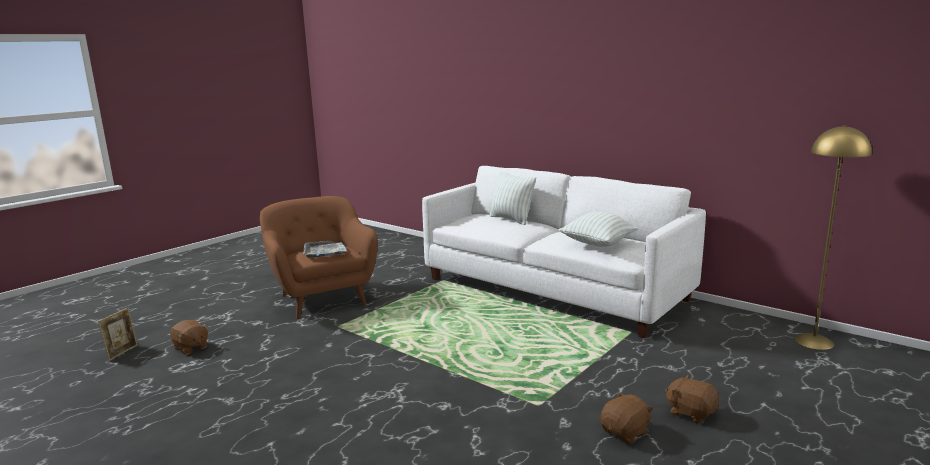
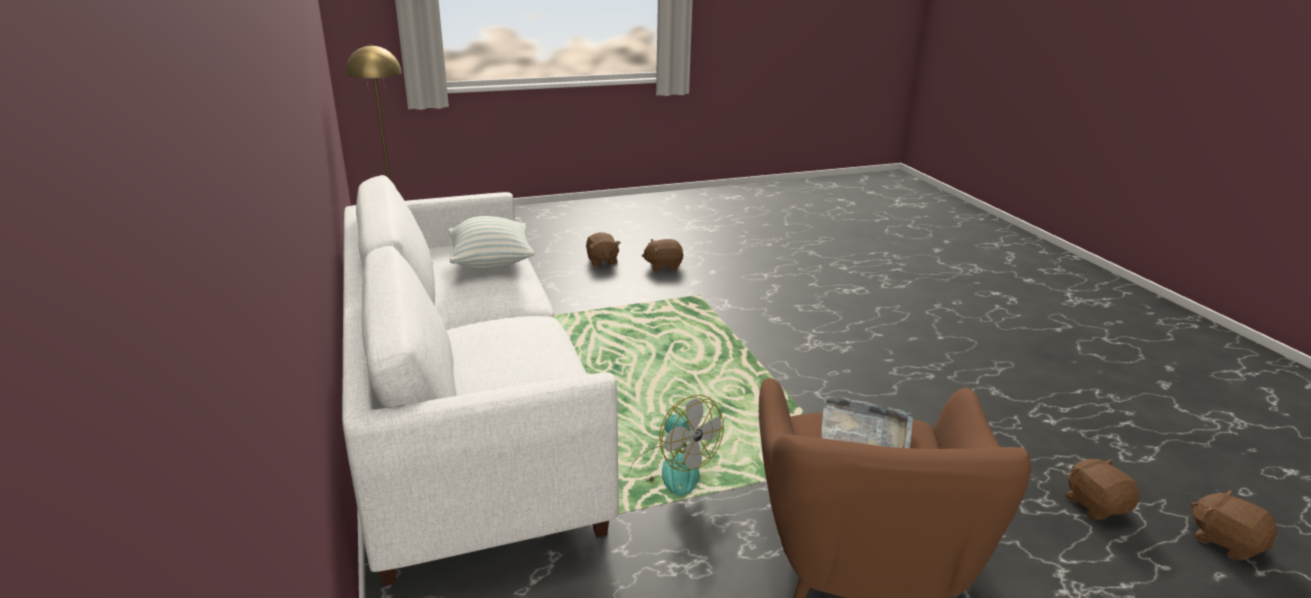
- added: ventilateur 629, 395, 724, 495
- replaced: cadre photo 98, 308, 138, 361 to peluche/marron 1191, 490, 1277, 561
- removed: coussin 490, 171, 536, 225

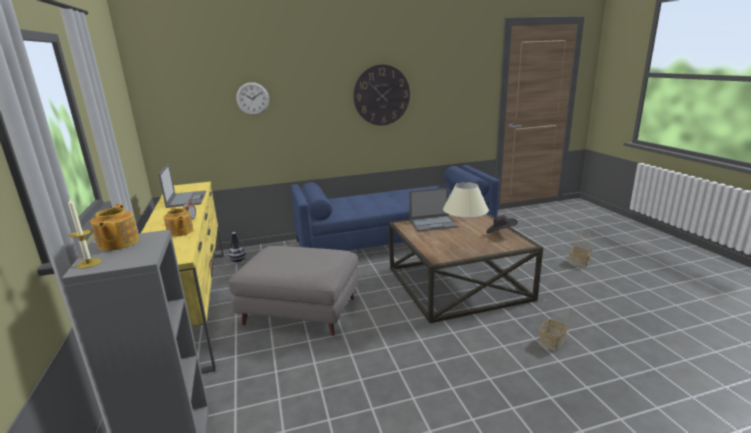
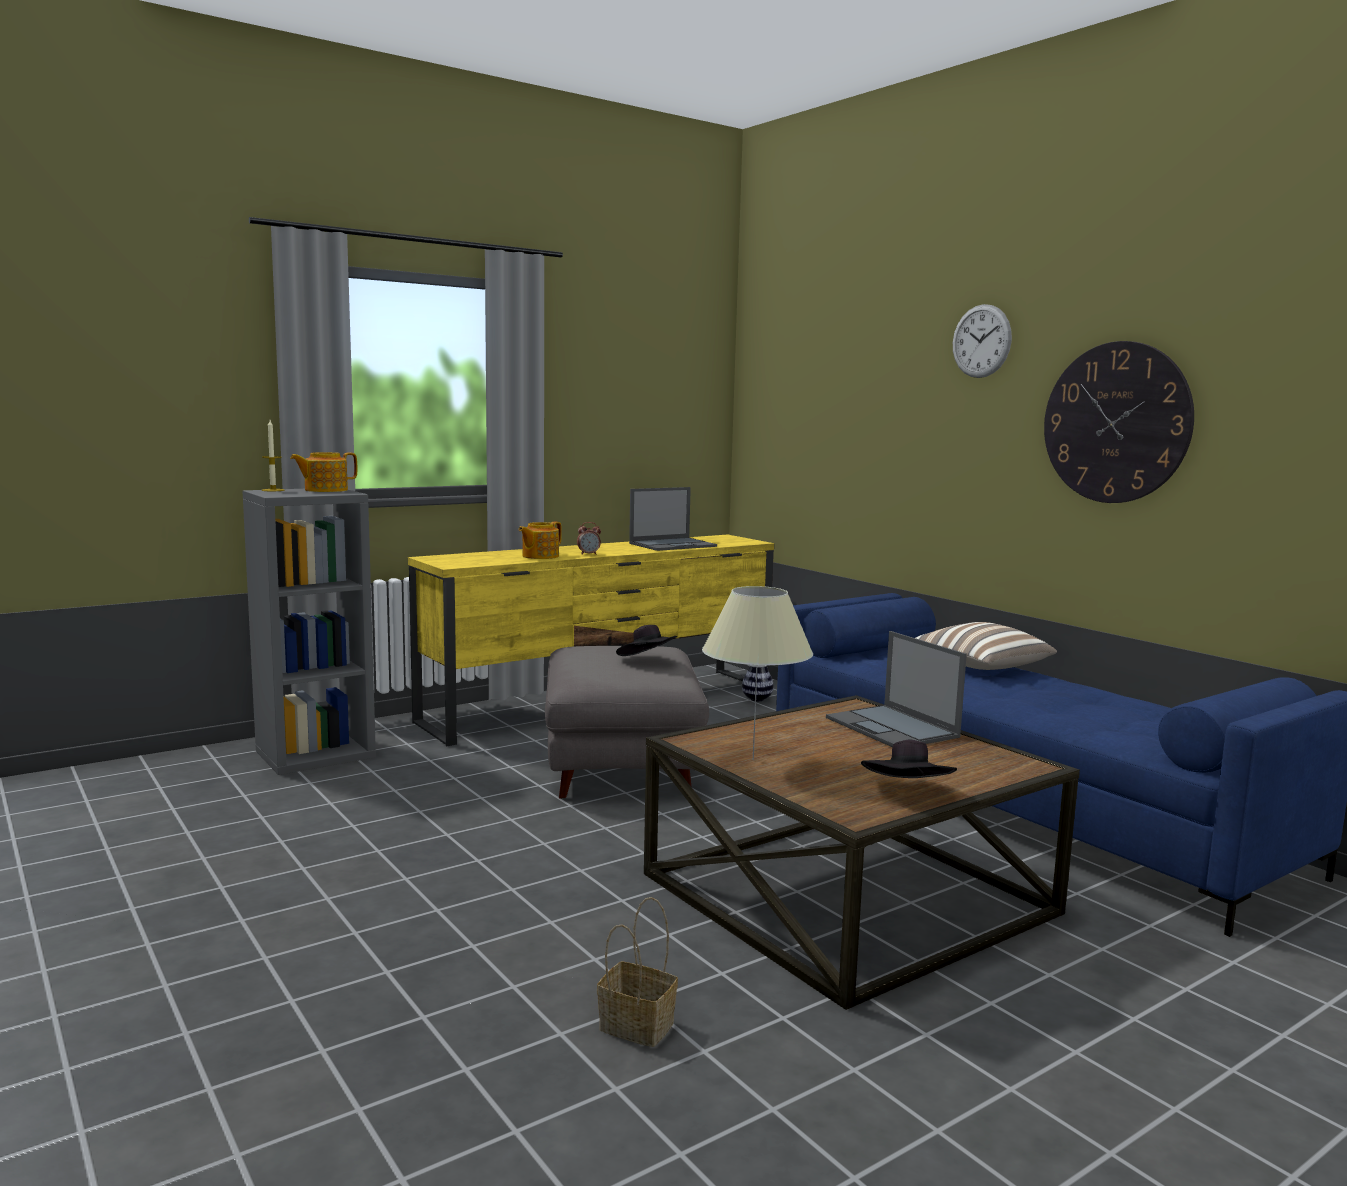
- added: chapeau/noir 616, 625, 677, 656
- added: coussin 915, 622, 1057, 670
- moved: horloge murale 236, 82, 269, 115 to 953, 304, 1012, 378
- removed: panier 569, 229, 592, 267

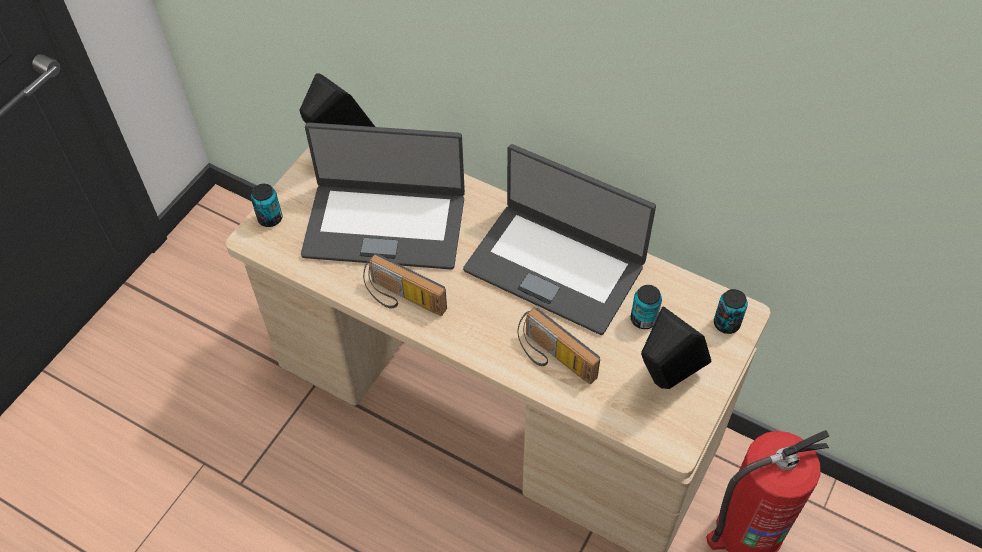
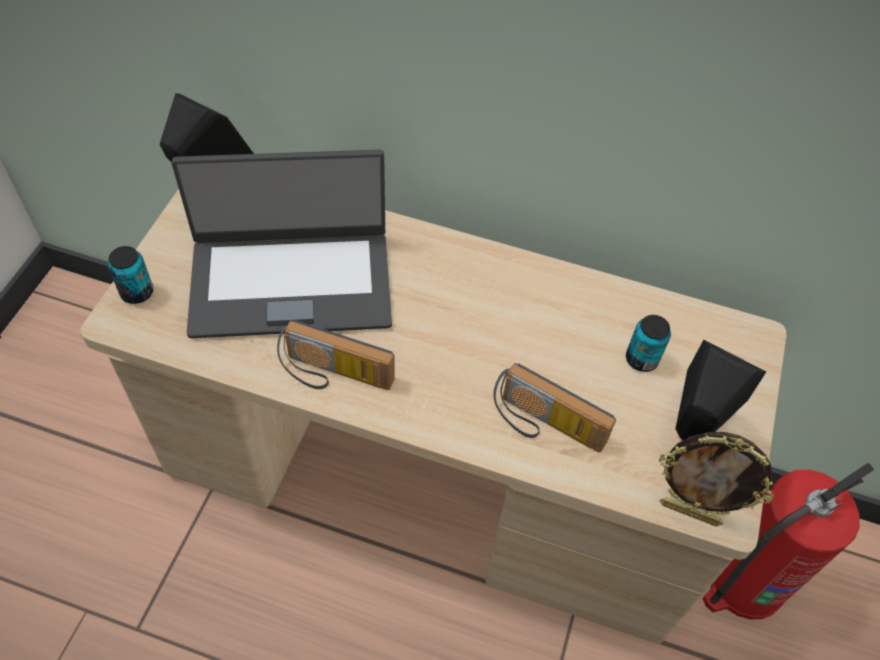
- added: cadre photo 658, 432, 774, 526
- removed: ordinateur portable 463, 144, 656, 335
- removed: boîte métallique 714, 289, 748, 334

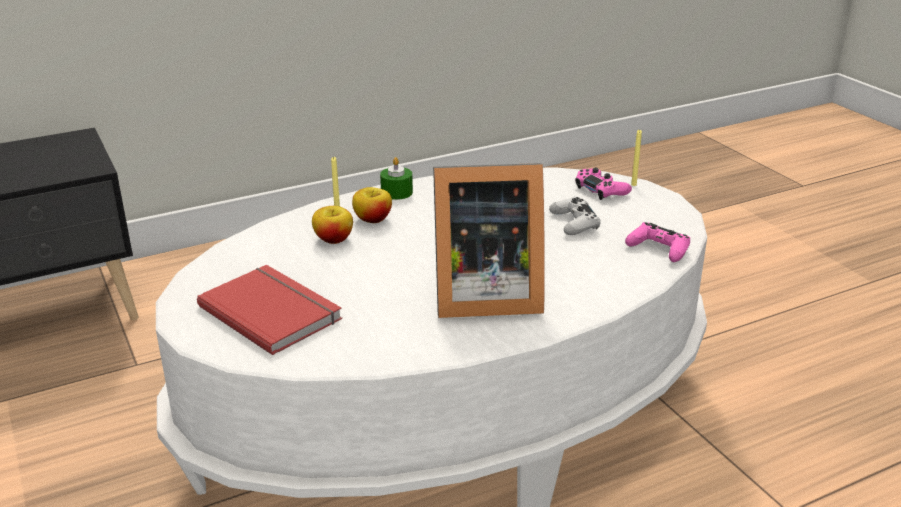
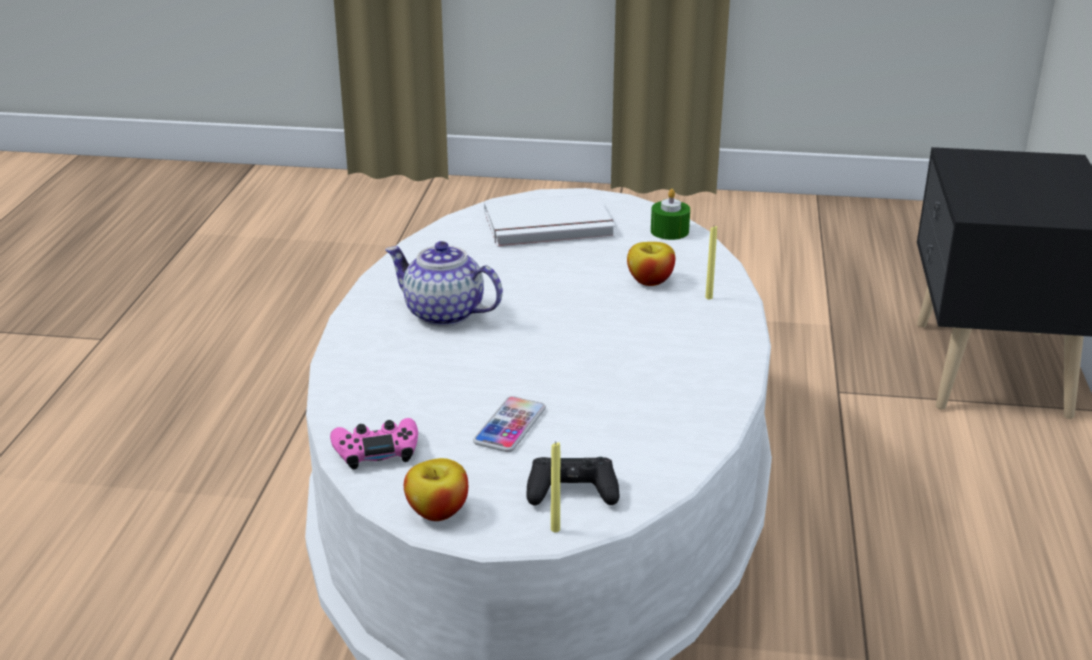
- replaced: cadre photo 433, 163, 545, 318 to théière 385, 241, 503, 327
- moved: pomme 352, 187, 392, 223 to 404, 458, 468, 521
- replaced: manette/blanc 549, 197, 601, 235 to téléphone 473, 396, 546, 452
- recoloured: livre/rouge 197, 265, 342, 355 to livre/blanc 484, 193, 615, 247
- recoloured: manette/rose 575, 167, 632, 200 to manette/noir 526, 457, 619, 505
- moved: bougie/vert 380, 157, 413, 200 to 651, 189, 690, 240

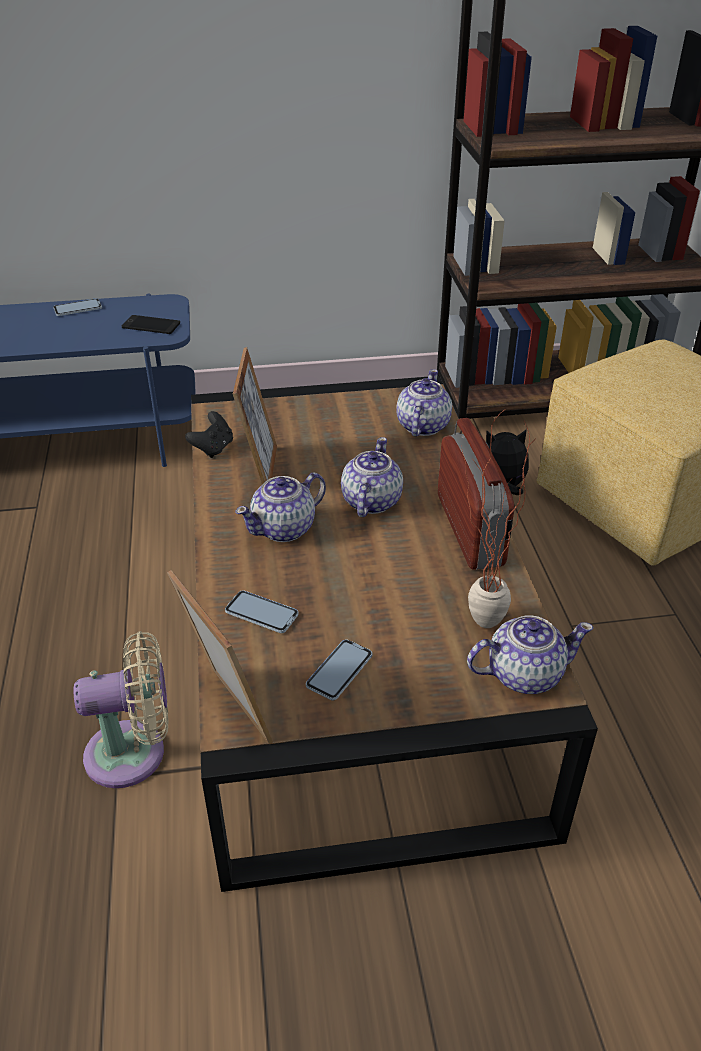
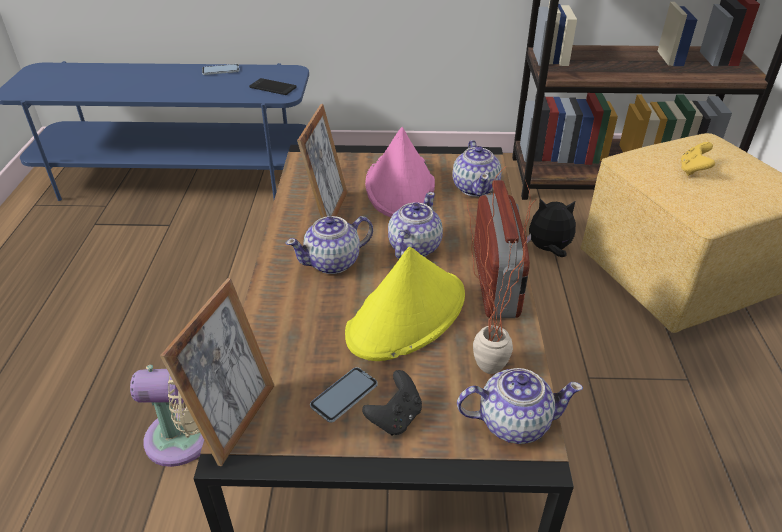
- turned: cadre photo 167, 570, 273, 745 = 160, 278, 275, 466 45 degrees clockwise
- added: chapeau/jaune 345, 247, 465, 361
- moved: manette/noir 185, 411, 233, 458 to 362, 370, 422, 436
- added: chapeau/rose 365, 127, 435, 217
- turned: théière 396, 369, 452, 437 = 452, 140, 501, 197 150 degrees clockwise
- added: manette/jaune 681, 142, 715, 176
- removed: téléphone 225, 590, 299, 633

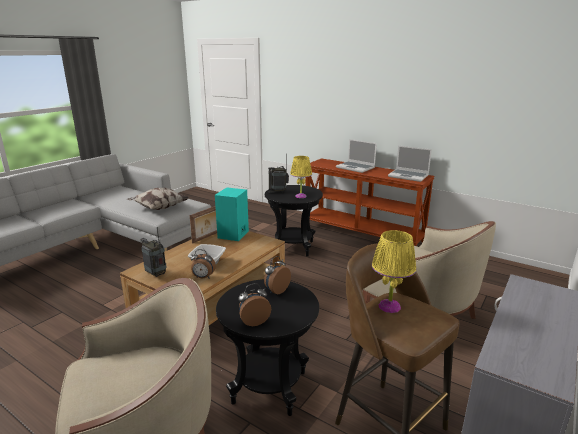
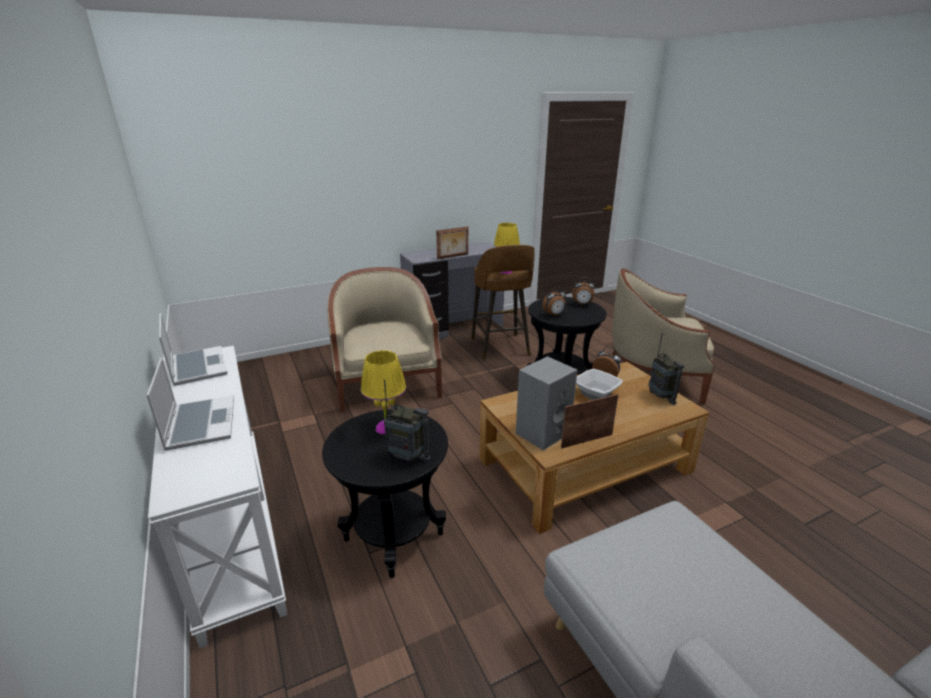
- recoloured: table console/marron 305, 158, 435, 246 to table console/blanc 148, 346, 287, 648
- added: cadre photo 436, 226, 468, 259
- recoloured: enceinte/turquoise 215, 187, 249, 241 to enceinte/gris 516, 356, 578, 451
- removed: coussin 127, 188, 189, 210

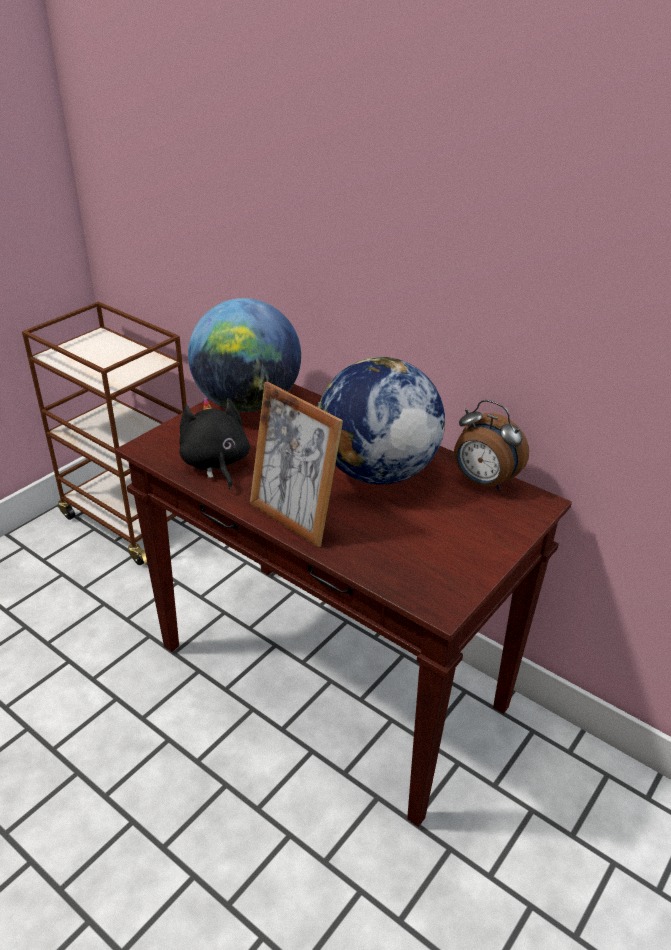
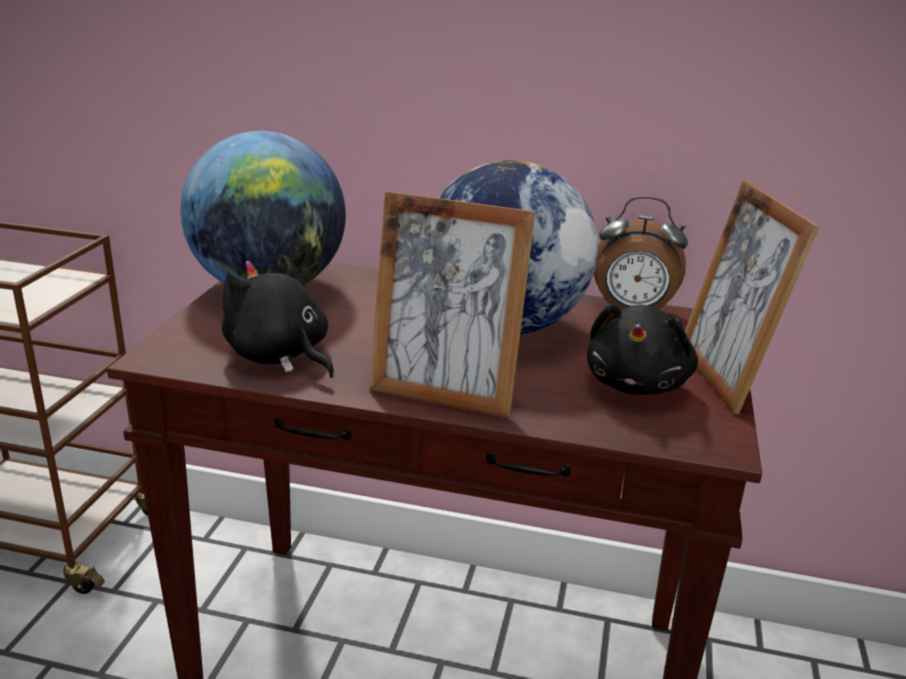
- added: peluche/noir 587, 304, 698, 395
- added: cadre photo 685, 180, 820, 414

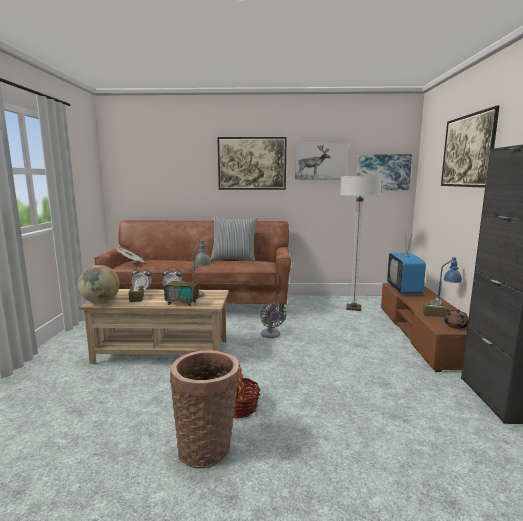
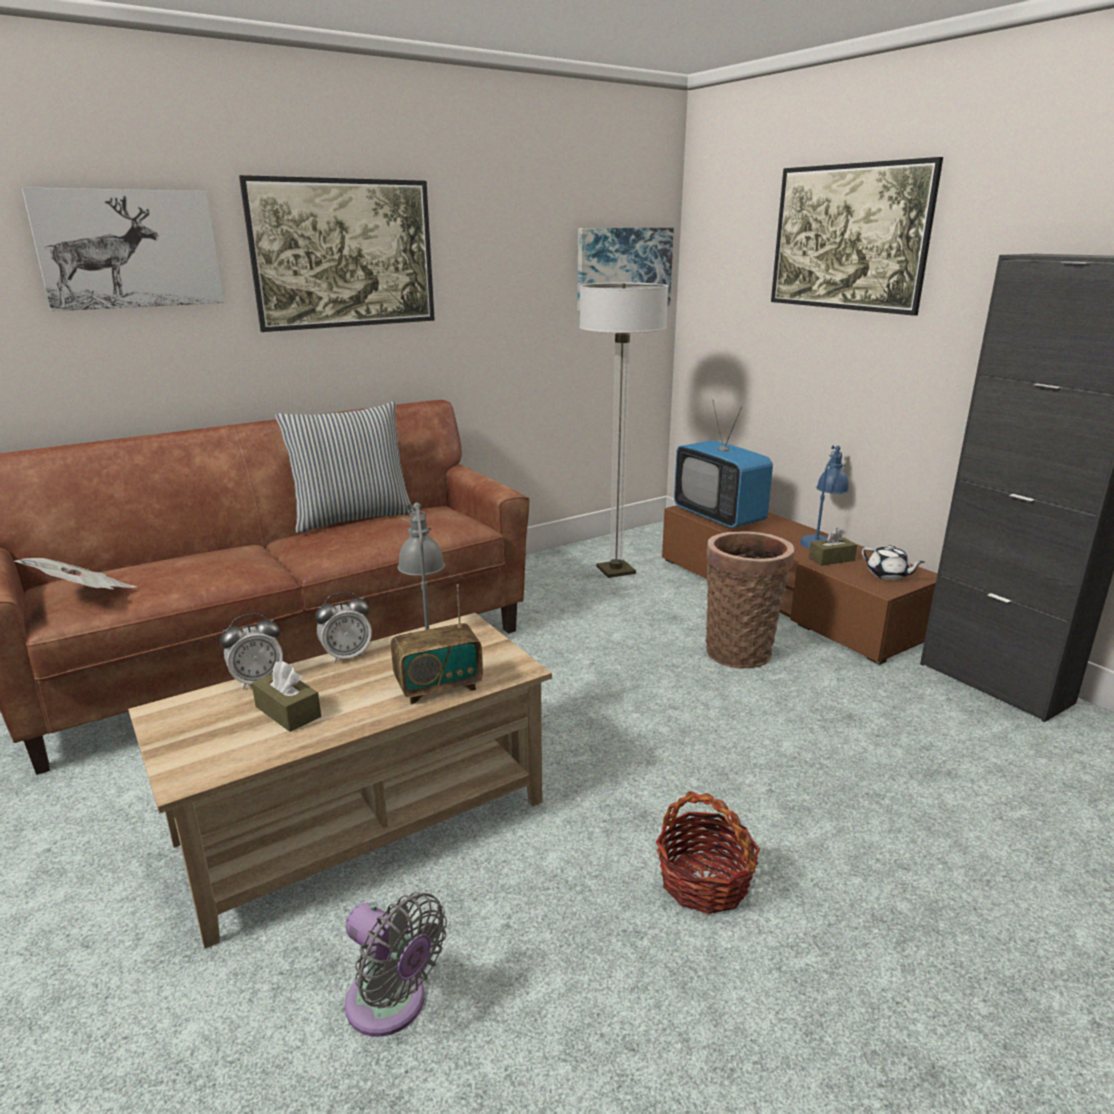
- moved: tableau 295, 143, 349, 180 to 22, 187, 224, 311
- moved: ventilateur/gris 260, 301, 287, 338 to 345, 892, 447, 1037
- moved: panier 170, 350, 240, 468 to 705, 531, 794, 668
- recoloured: théière/marron 444, 309, 468, 329 to théière/blanc 862, 545, 925, 580
- removed: globe 78, 265, 120, 304

